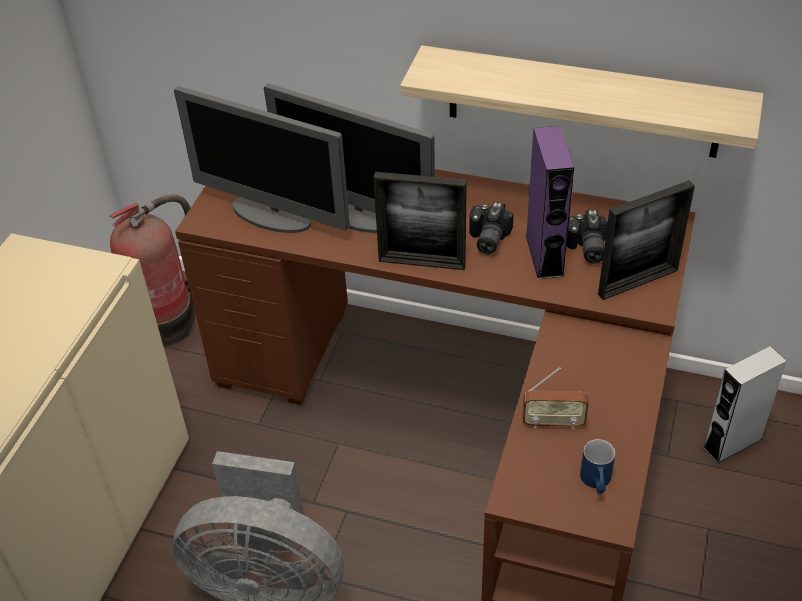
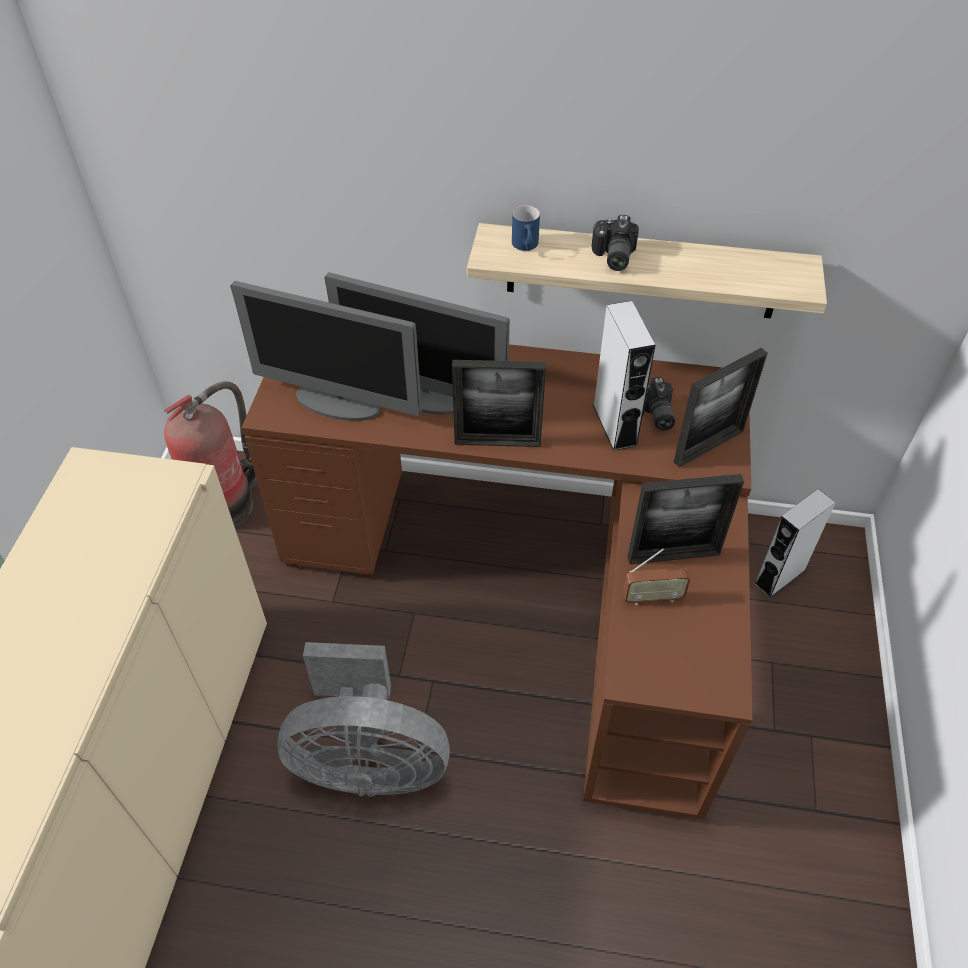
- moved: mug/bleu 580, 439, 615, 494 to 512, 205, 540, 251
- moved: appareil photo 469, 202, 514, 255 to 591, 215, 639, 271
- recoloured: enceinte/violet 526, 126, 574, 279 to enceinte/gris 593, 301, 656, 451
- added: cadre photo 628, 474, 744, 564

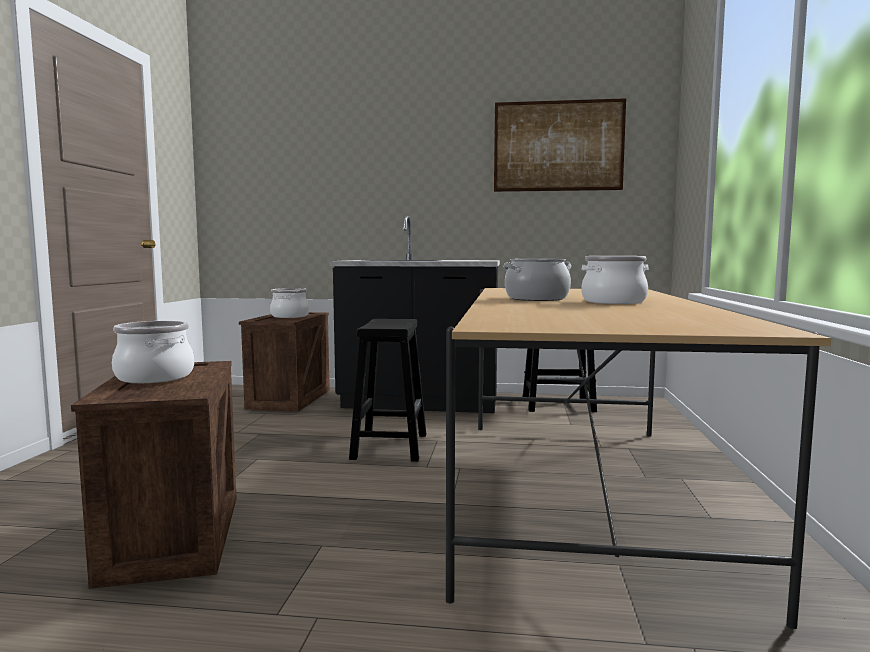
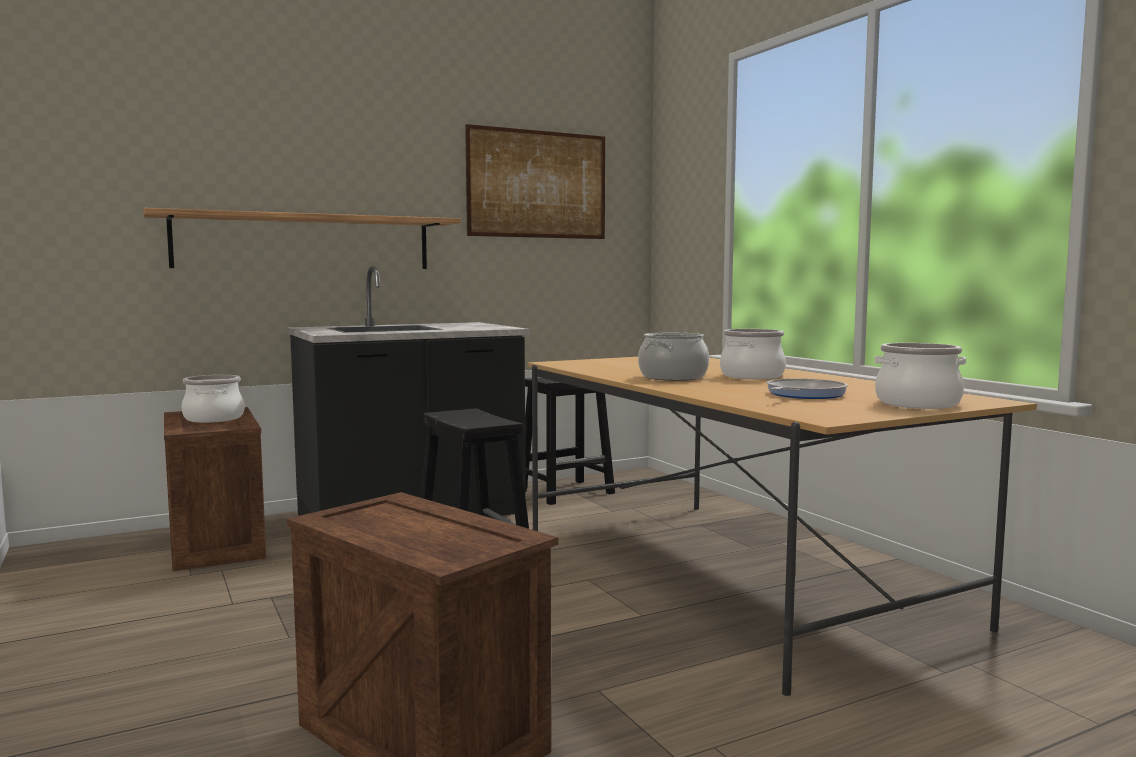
- added: étagère 143, 208, 461, 269
- added: poêle 767, 379, 848, 399
- moved: marmite 112, 321, 194, 383 to 874, 343, 966, 409

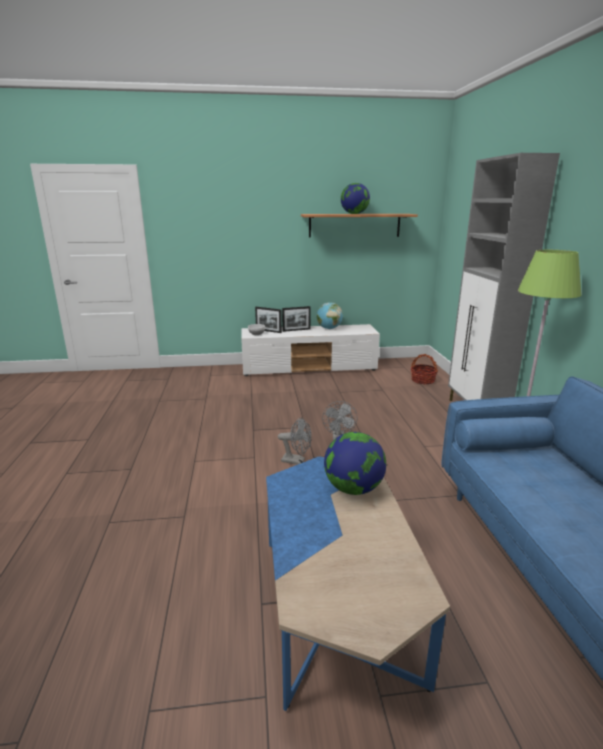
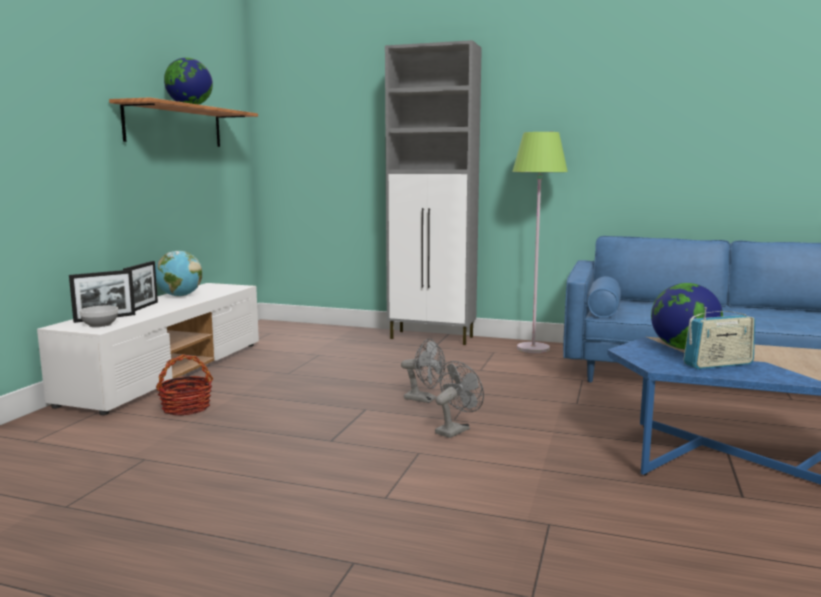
- moved: panier 411, 354, 438, 384 to 156, 354, 213, 416
- added: radio 684, 307, 755, 369

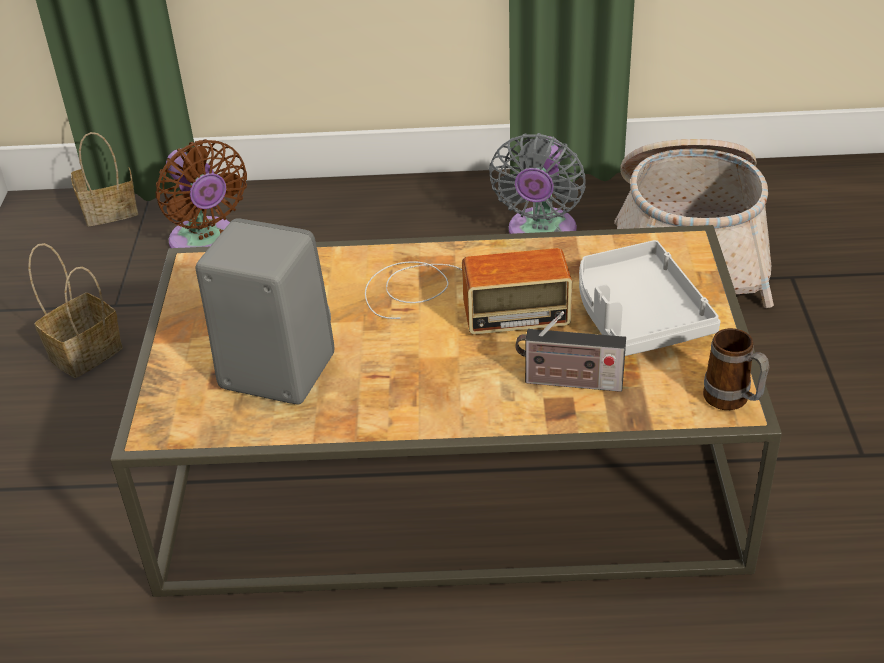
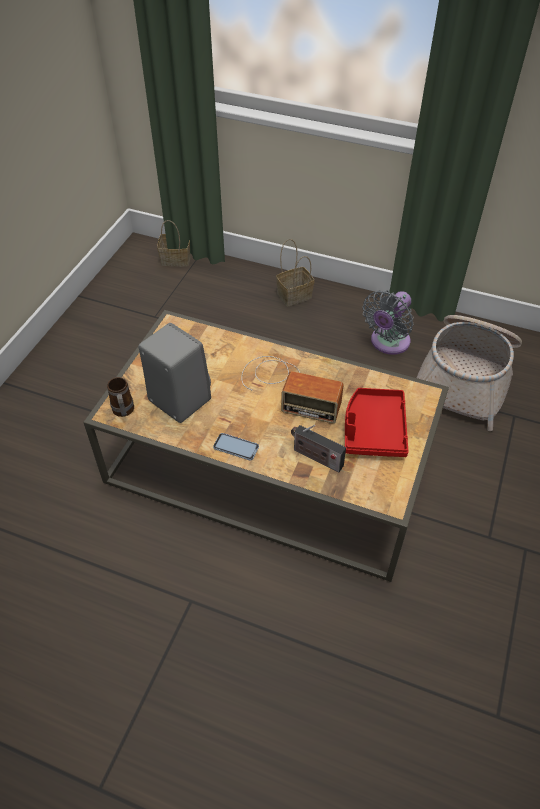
- moved: mug 703, 328, 769, 410 to 107, 377, 134, 417
- added: téléphone 213, 433, 259, 461
- moved: panier 28, 243, 123, 378 to 276, 239, 314, 306
- recoloured: plateau/gris 579, 240, 721, 356 to plateau/rouge 345, 388, 408, 457
- removed: ventilateur/marron 156, 139, 247, 248

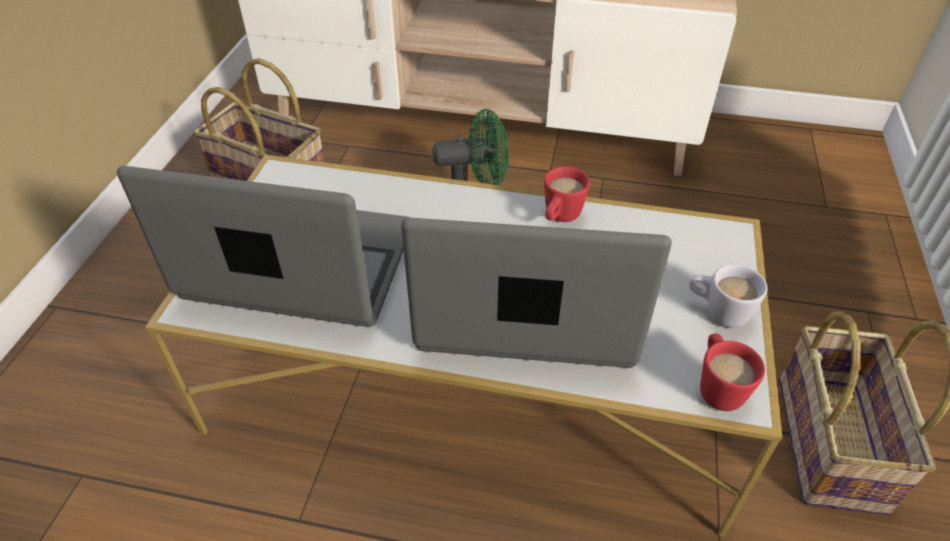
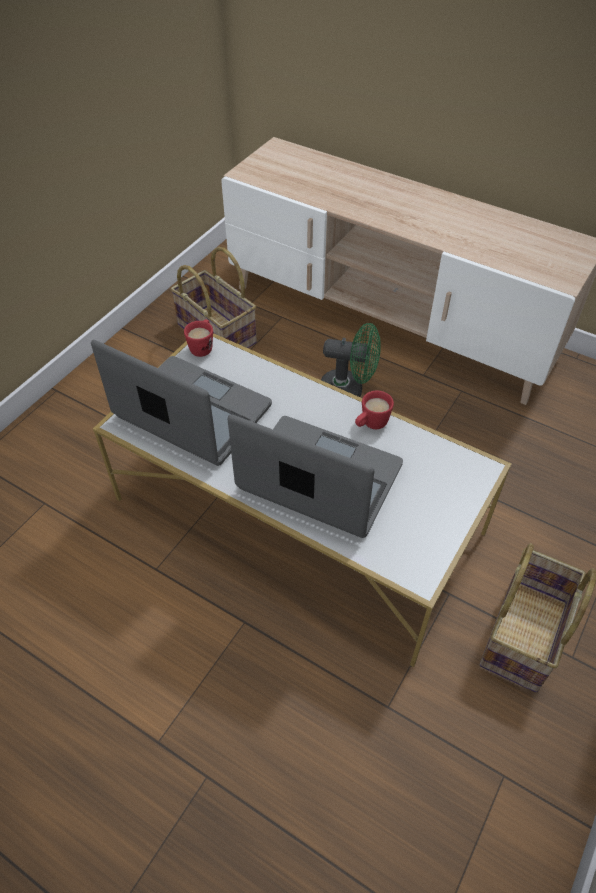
- moved: mug/rouge 700, 334, 765, 411 to 184, 320, 213, 357
- removed: mug/blanc 689, 264, 767, 328

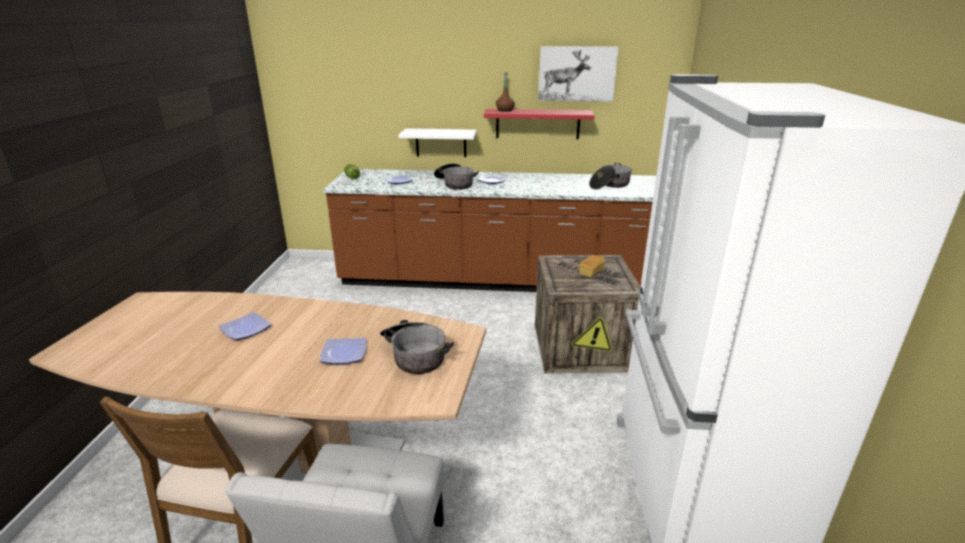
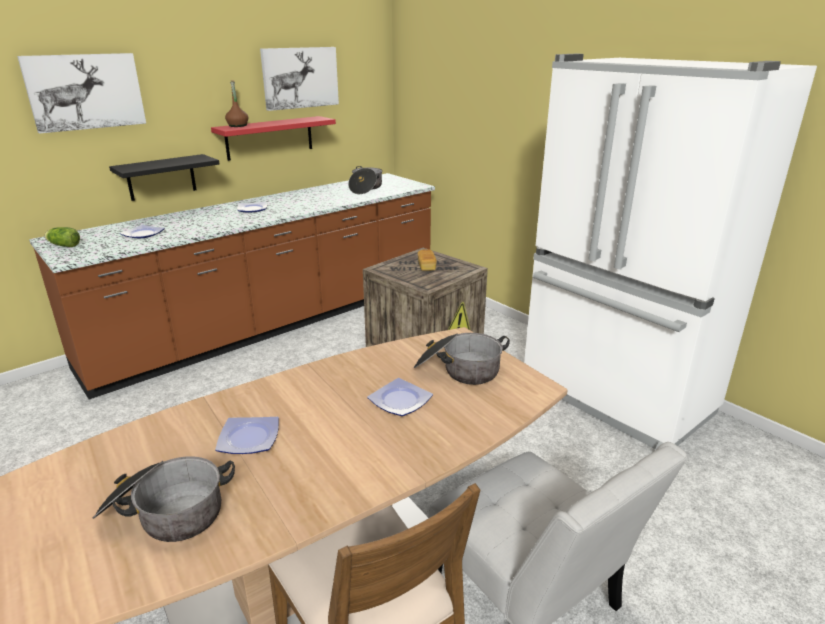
- added: tableau 17, 53, 146, 134
- moved: marmite 434, 164, 479, 190 to 93, 456, 235, 542
- recoloured: étagère/blanc 399, 128, 476, 157 to étagère/noir 109, 154, 219, 201

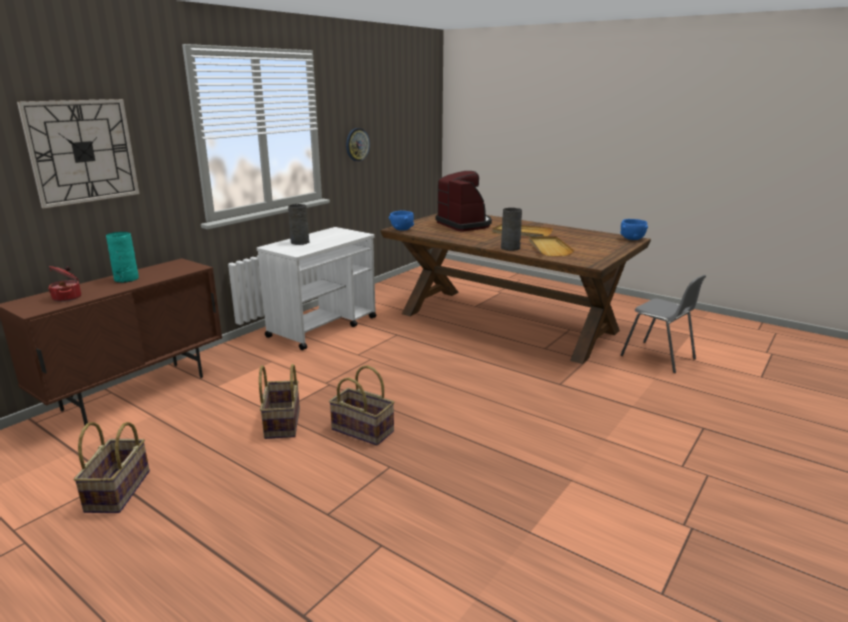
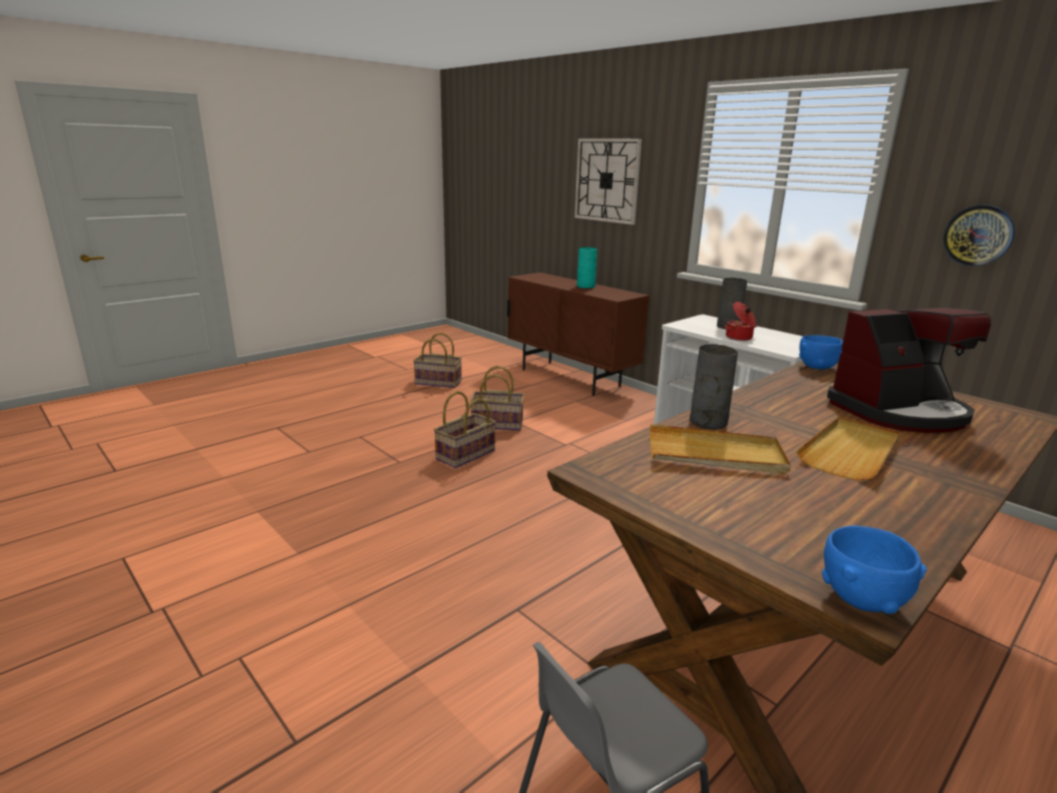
- moved: marmite 48, 266, 81, 302 to 724, 302, 757, 341

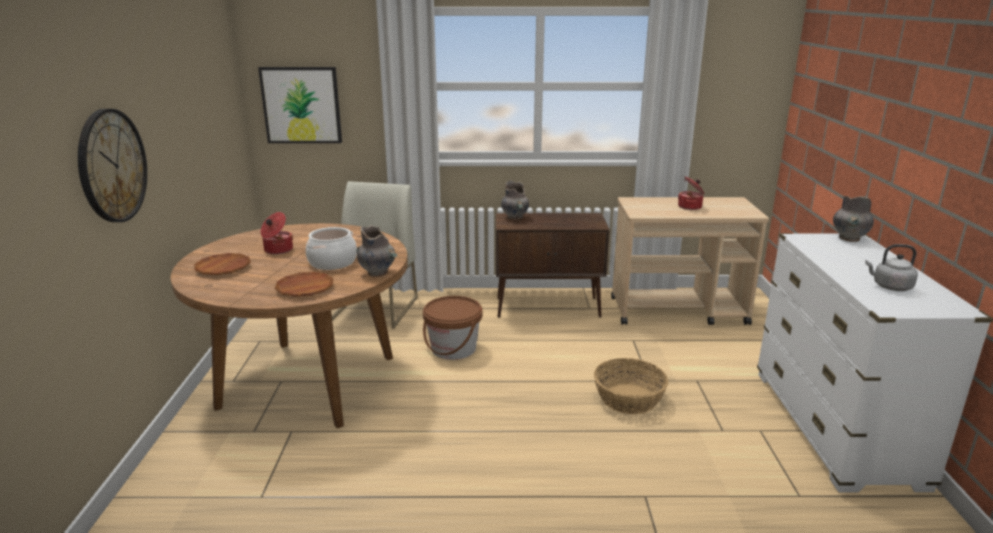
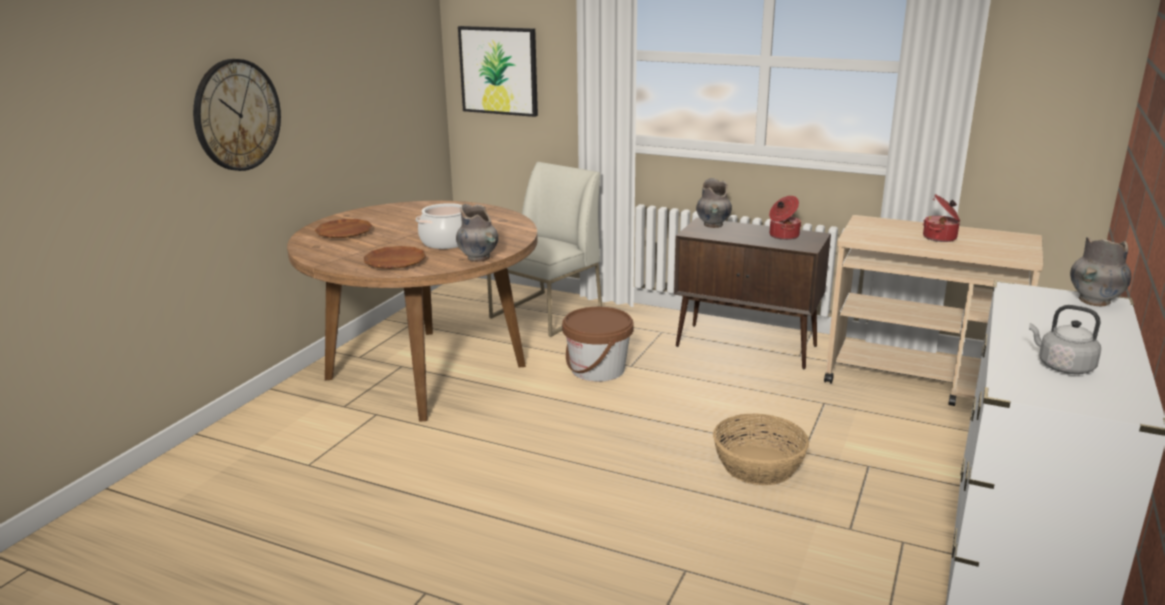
- moved: marmite 261, 212, 293, 255 to 769, 196, 802, 240

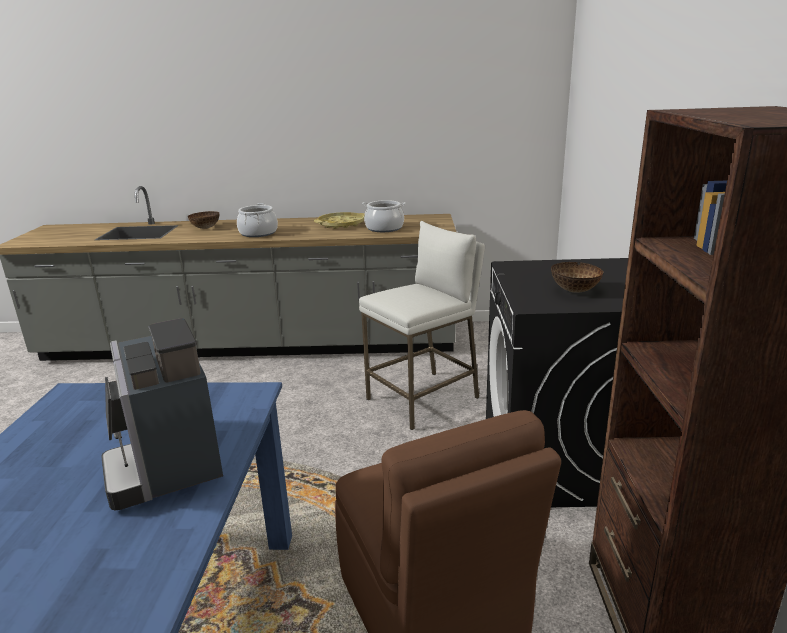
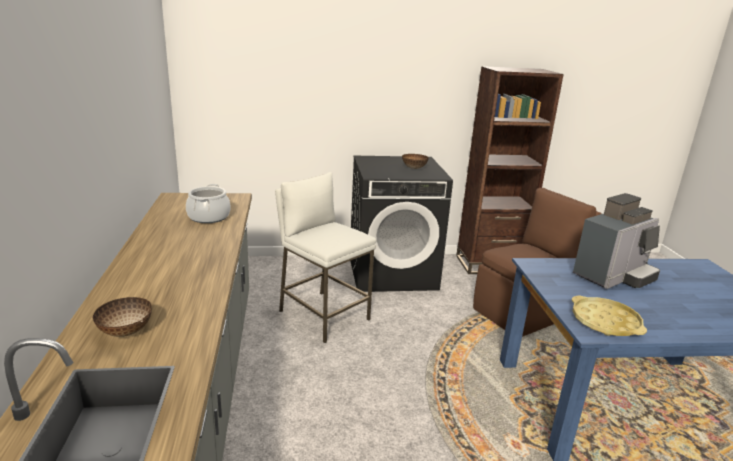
- moved: plateau/jaune 314, 212, 365, 229 to 572, 296, 647, 336
- removed: marmite 237, 203, 278, 237

